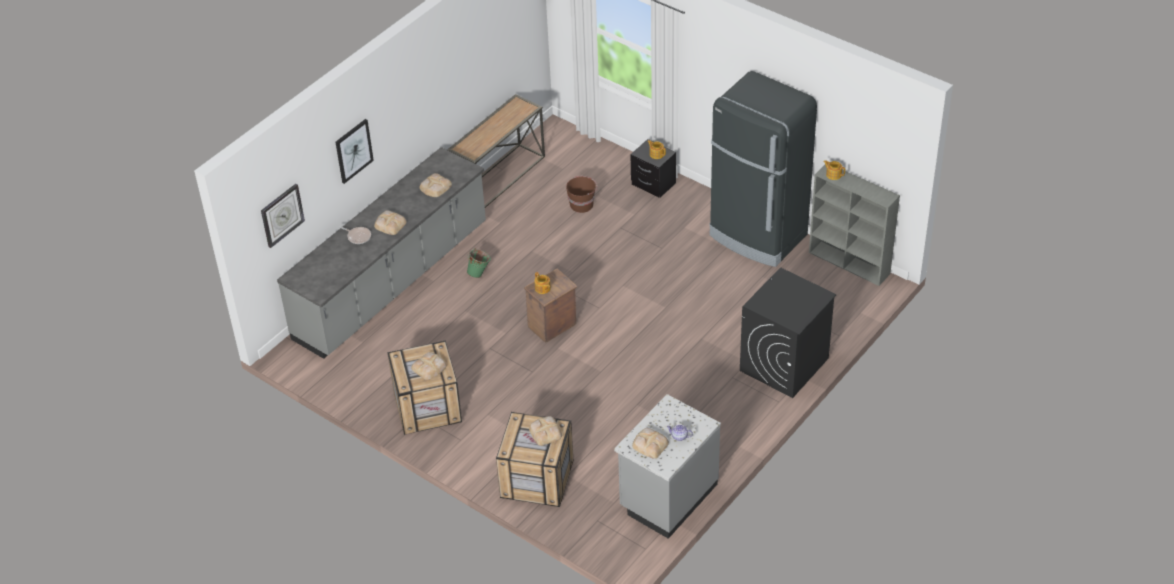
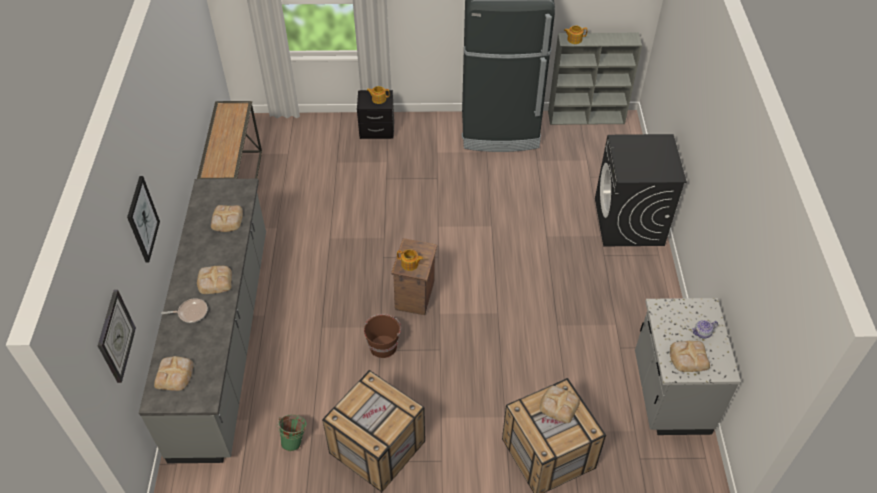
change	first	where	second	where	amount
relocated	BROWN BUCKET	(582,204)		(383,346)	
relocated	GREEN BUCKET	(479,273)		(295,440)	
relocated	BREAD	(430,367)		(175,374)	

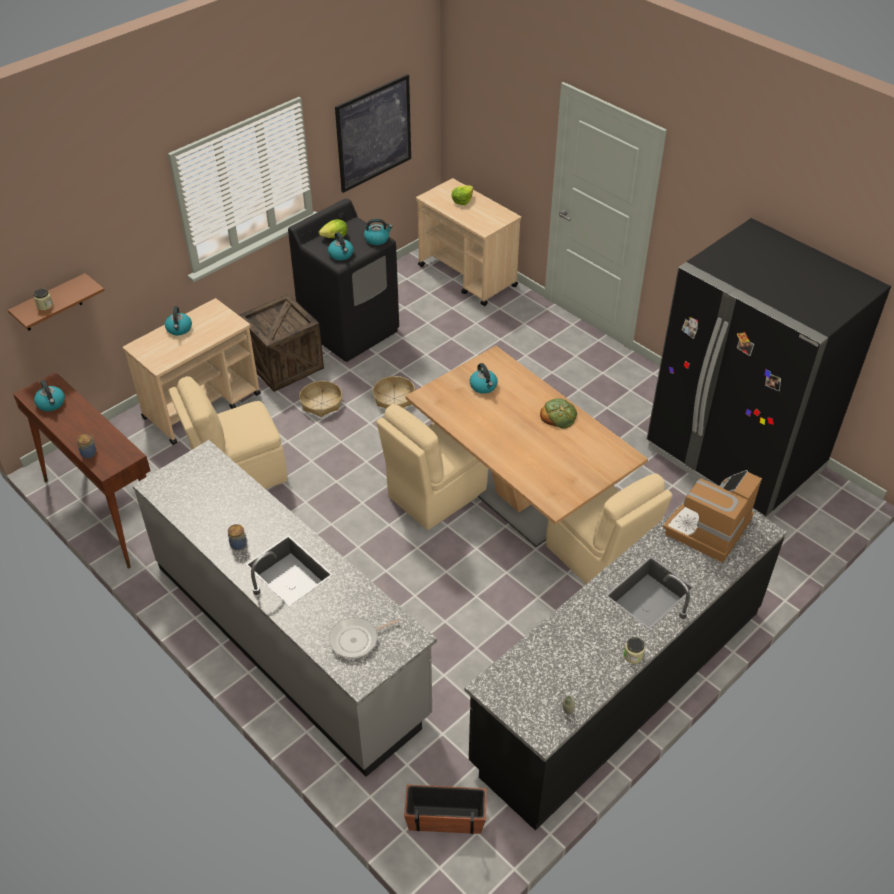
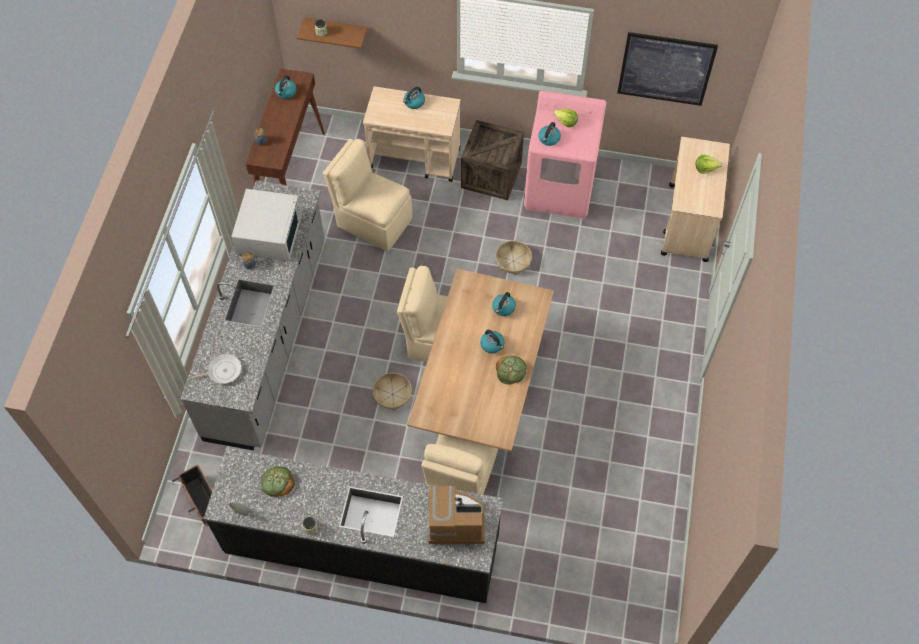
change	first	where	second	where	amount
colour	BLACK WASHING MACHINE	(350,330)	PINK WASHING MACHINE	(560,189)	
relocated	KETTLE	(377,239)		(492,345)	
missing	BLACK FRIDGE	(734,458)			
relocated	BASKET	(321,403)		(392,394)	
spun	FRYING PAN	(357,639)		(222,371)	135 degrees clockwise
appeared			WHITE MICROWAVE	(270,234)	
appeared			BREAD	(277,482)	

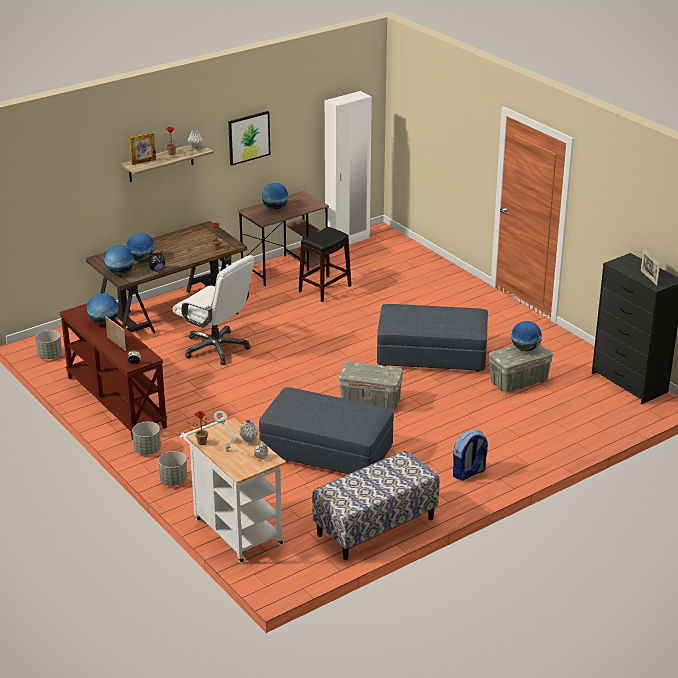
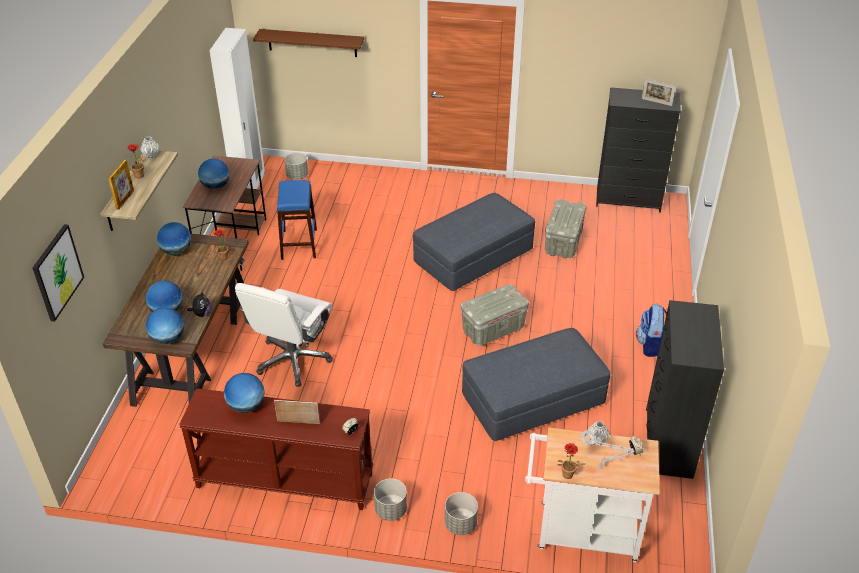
change	first	where	second	where	amount
relocated	PICTURE	(248,137)		(57,272)	
colour	BLACK STOOL	(325,289)	BLUE STOOL	(299,244)	
spun	WHITE OFFICE CHAIR	(216,348)		(293,360)	120 degrees clockwise
relocated	GLOBE	(525,349)		(177,251)	
relocated	GREY PLANTER	(50,356)		(297,176)	
exchanged	BENCH	(375,527)	BLACK DRESSER	(668,443)	
appeared			BROWN SHELF	(312,43)	

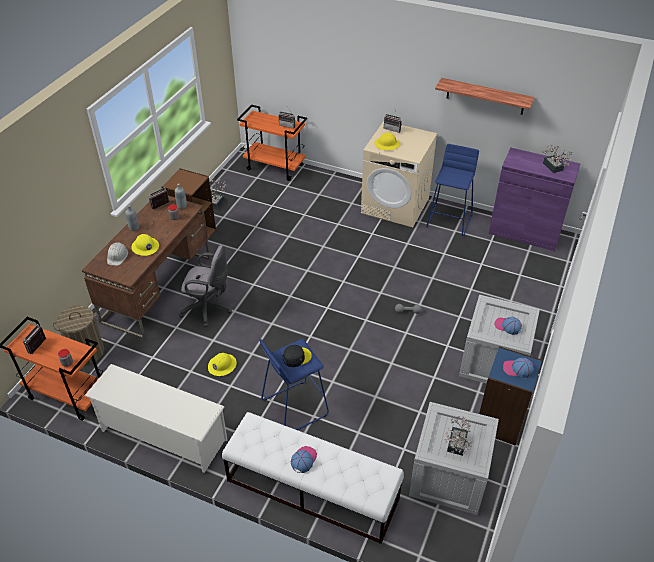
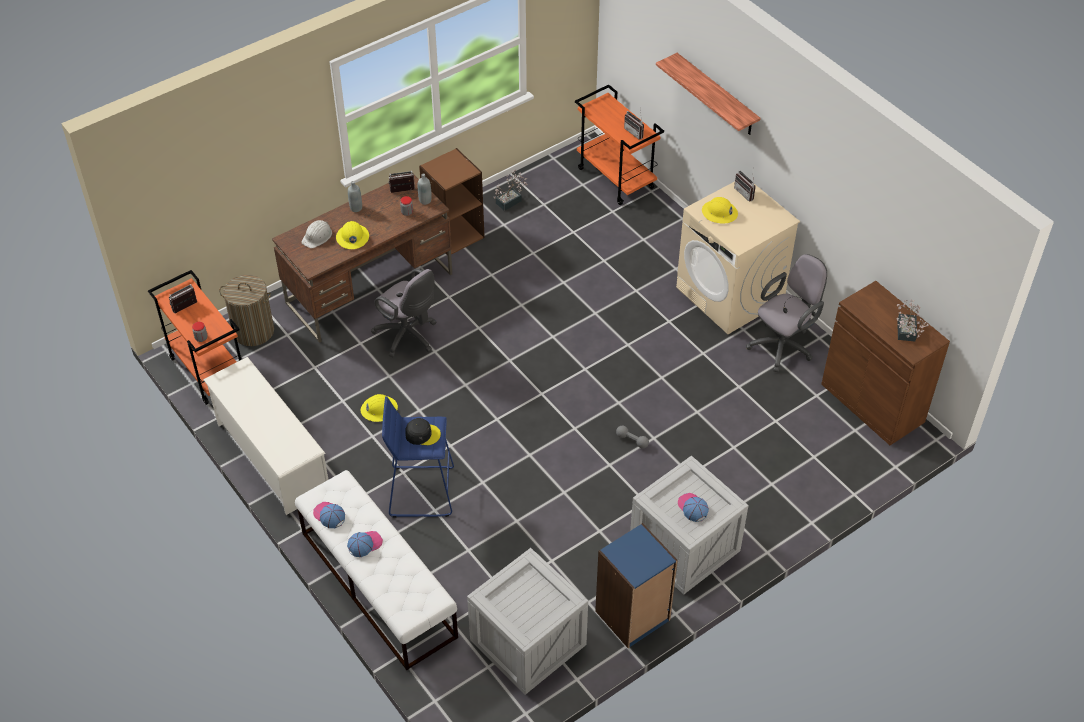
change	first	where	second	where	amount
relocated	SHELF	(485,96)		(716,95)	
exchanged	BLUE STOOL	(449,221)	GREY OFFICE CHAIR	(783,345)	
colour	PURPLE CABINET	(524,232)	BROWN CABINET	(872,403)	
relocated	CAP	(517,369)		(329,515)	
missing	POTTED PLANT	(456,446)			

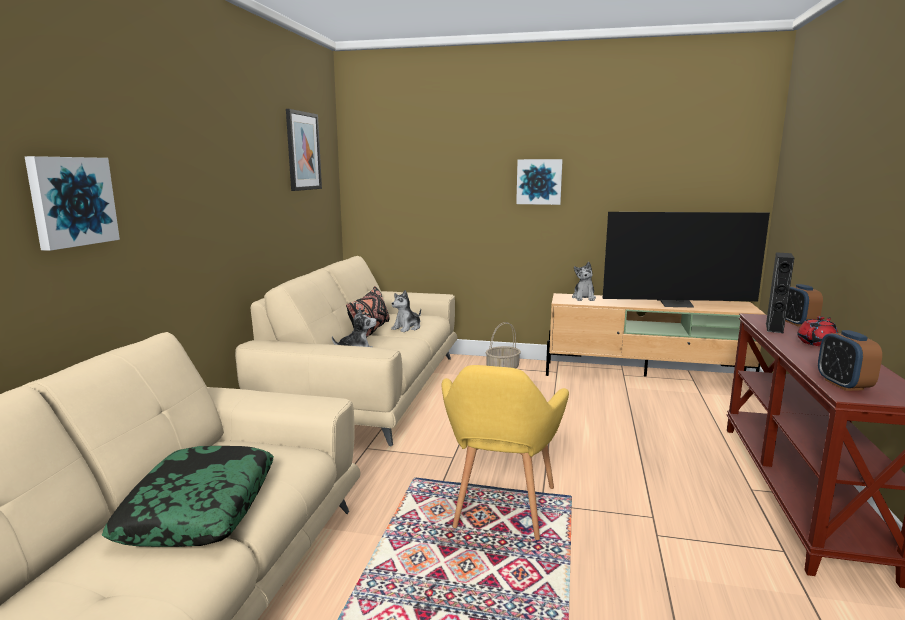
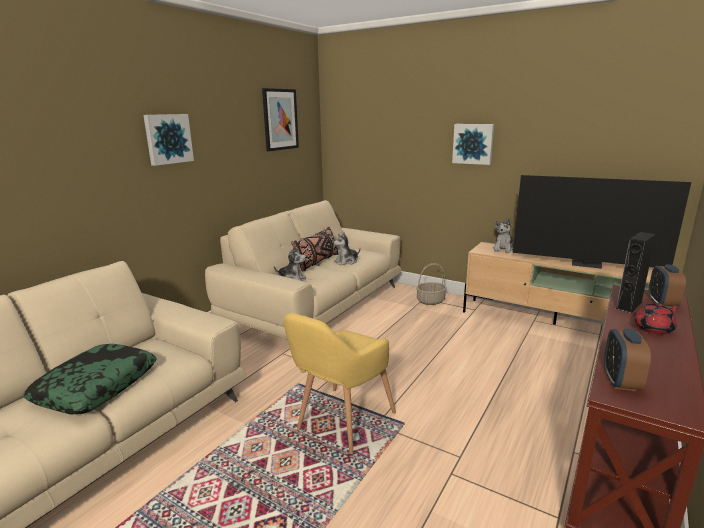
change	first	where	second	where	amount
relocated	PICTURE	(71,201)		(168,139)	

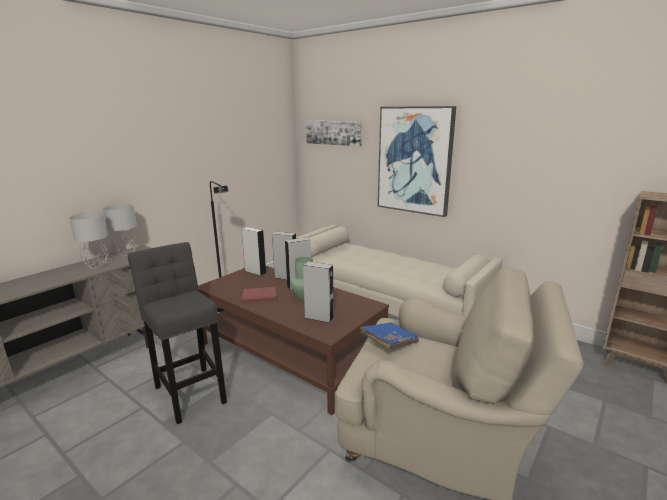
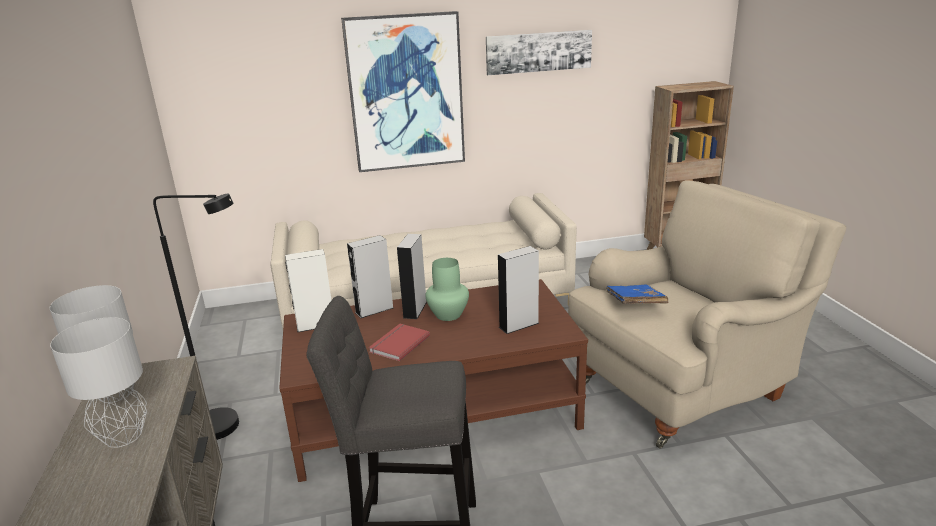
change	first	where	second	where	amount
relocated	PICTURE	(333,132)		(538,52)	

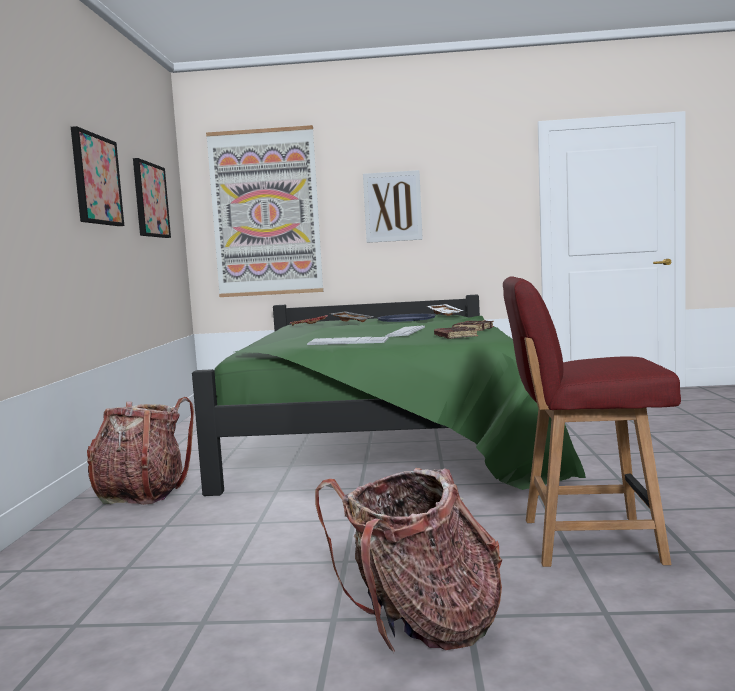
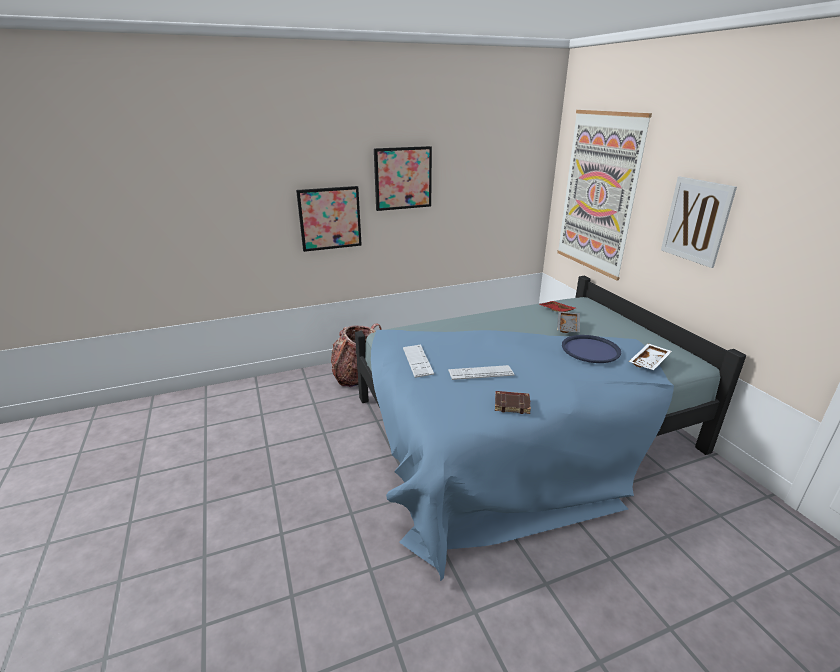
change	first	where	second	where	amount
relocated	PICTURE	(150,200)		(329,218)	
missing	RED CHAIR	(587,540)			
colour	GREEN BED	(386,436)	BLUE BED	(519,431)	
missing	BROWN BOOK	(455,336)			
missing	BACKPACK	(421,628)			

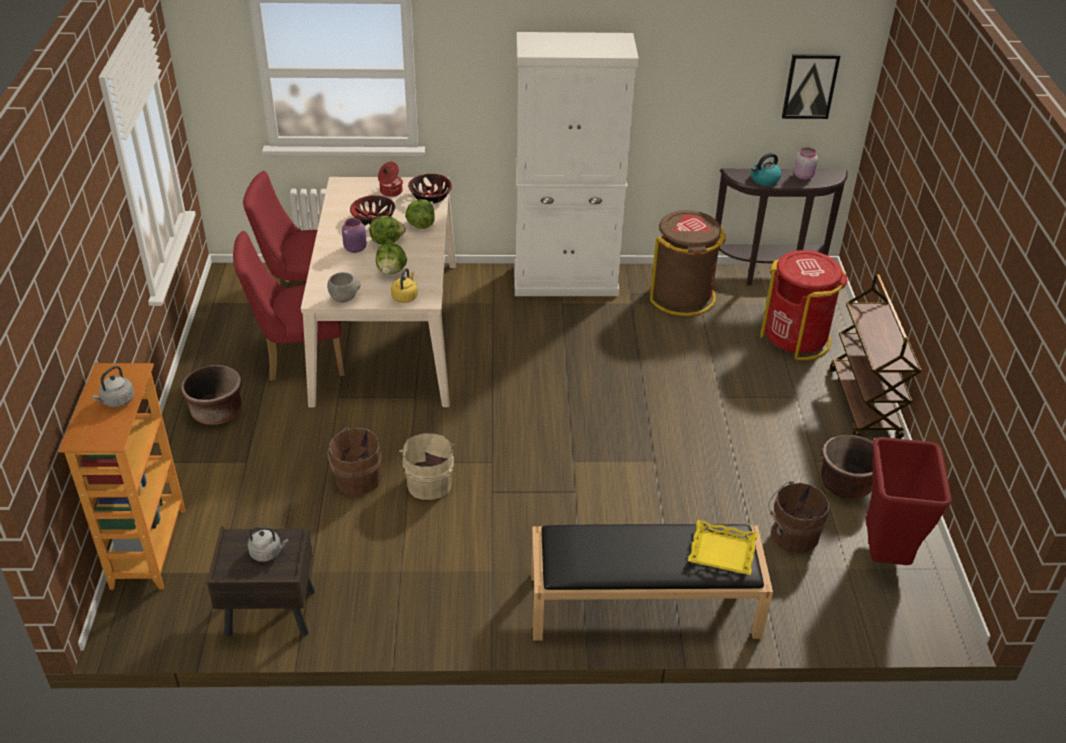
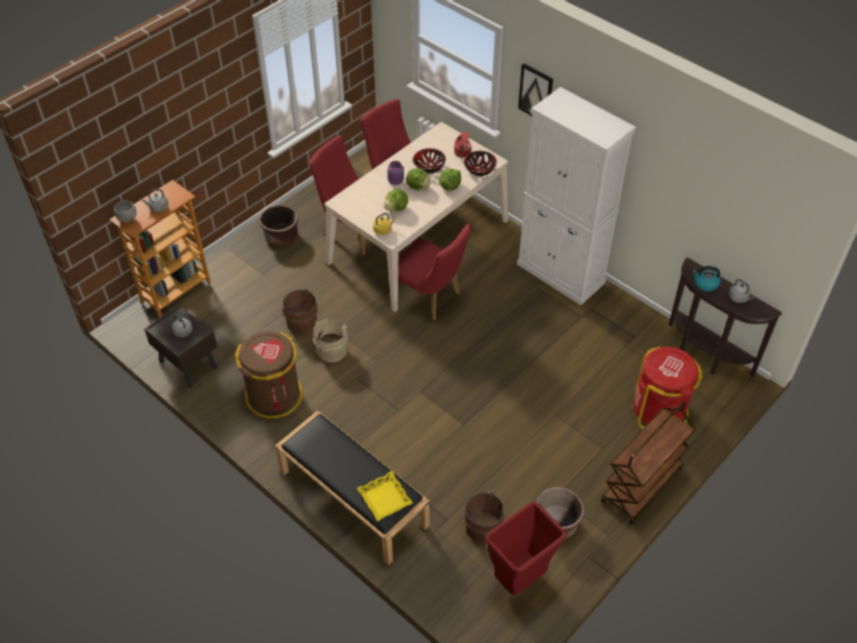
change	first	where	second	where	amount
relocated	PICTURE	(810,85)		(536,93)	
exchanged	PINK JAR	(803,176)	GREY KETTLE	(739,298)	
relocated	BROWN TRASH CAN	(682,296)		(274,395)	
relocated	GREY BOWL	(344,299)		(128,219)	
appeared			RED CHAIR	(430,298)	

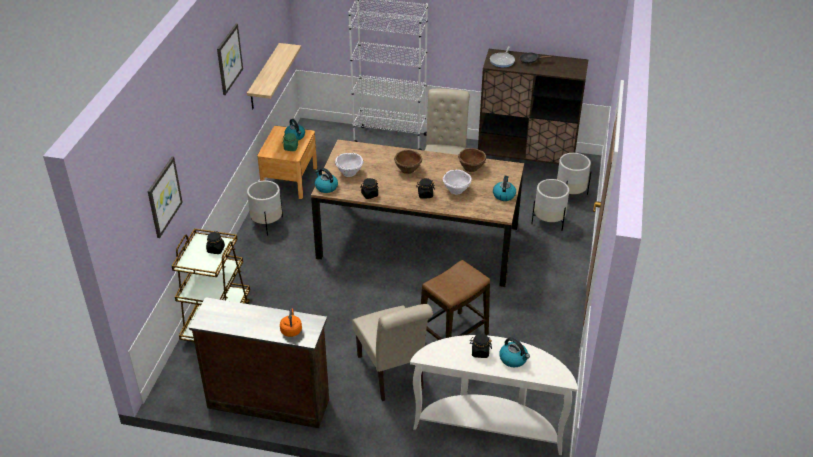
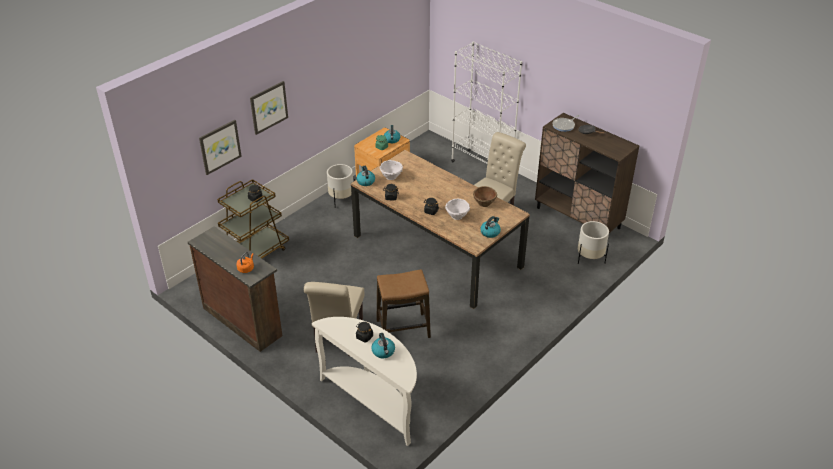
change	first	where	second	where	amount
relocated	PICTURE	(228,59)		(268,107)	
missing	SHELF	(264,77)			
missing	BROWN BOWL	(408,170)			
missing	WHITE PLANTER	(548,222)			

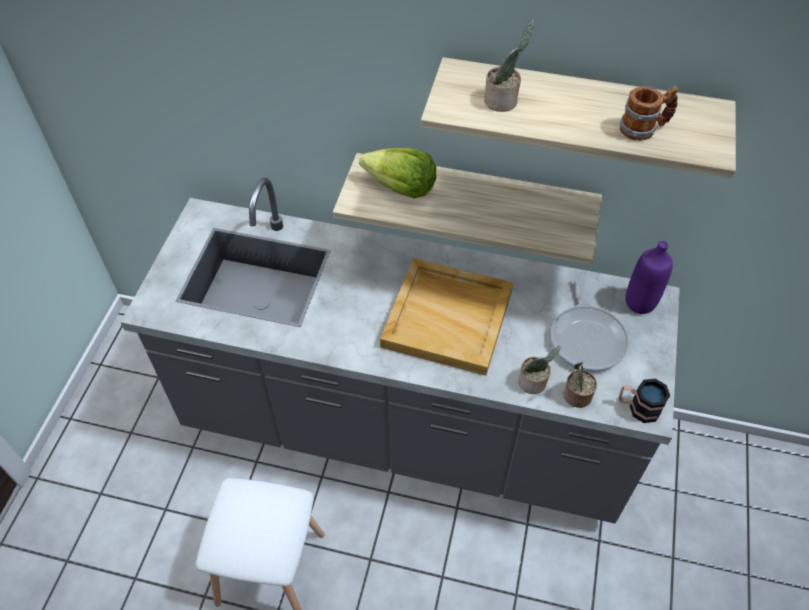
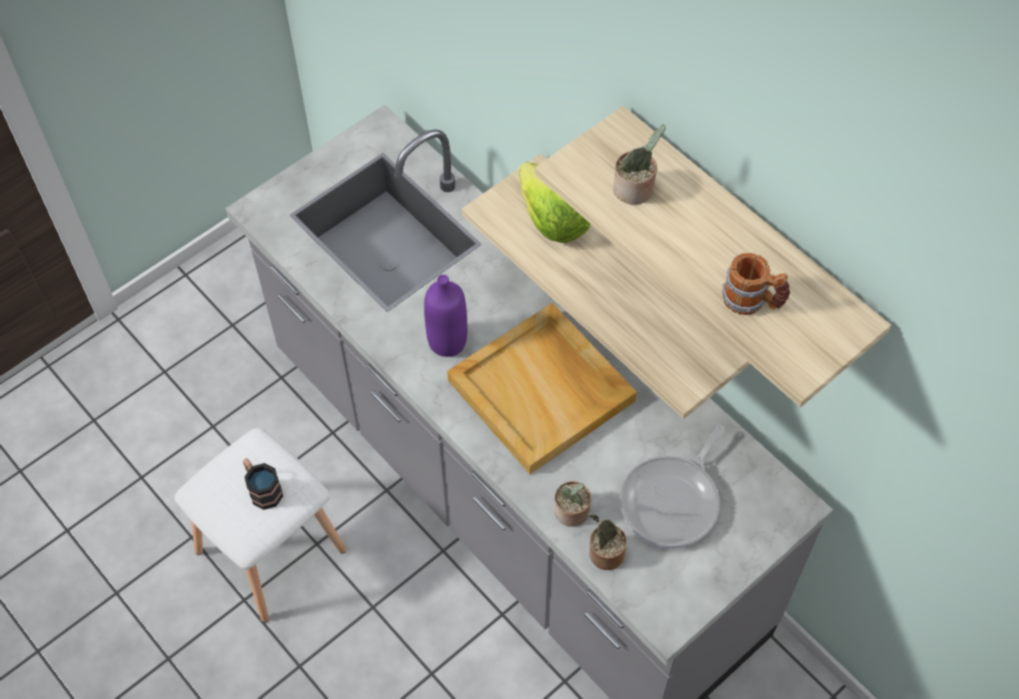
change	first	where	second	where	amount
relocated	PURPLE BOTTLE	(640,302)		(447,342)	
relocated	MUG	(638,408)		(262,489)	

